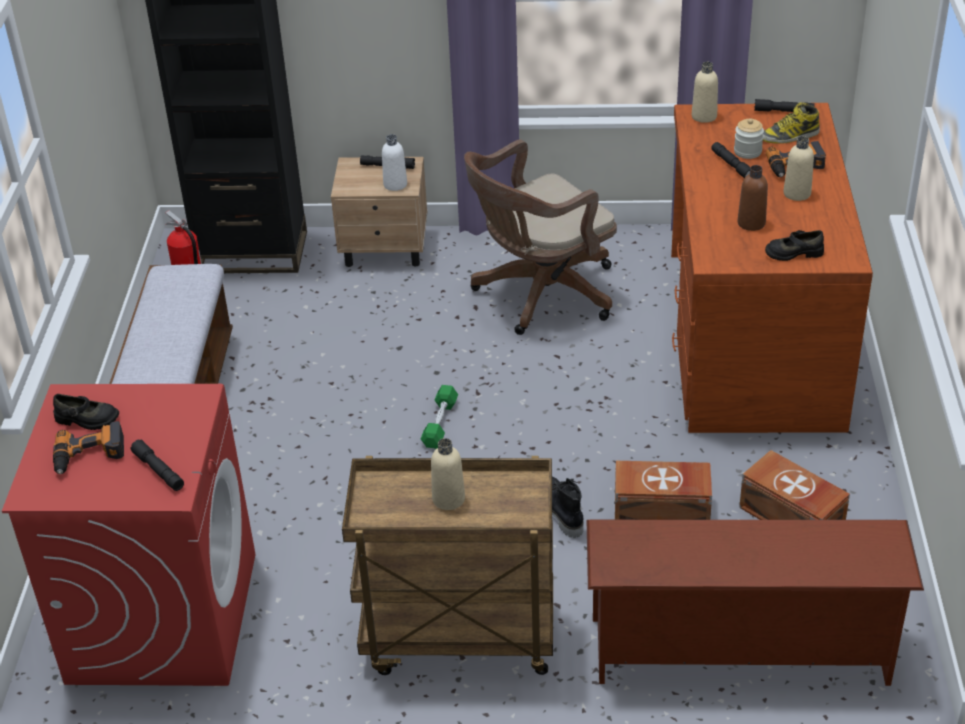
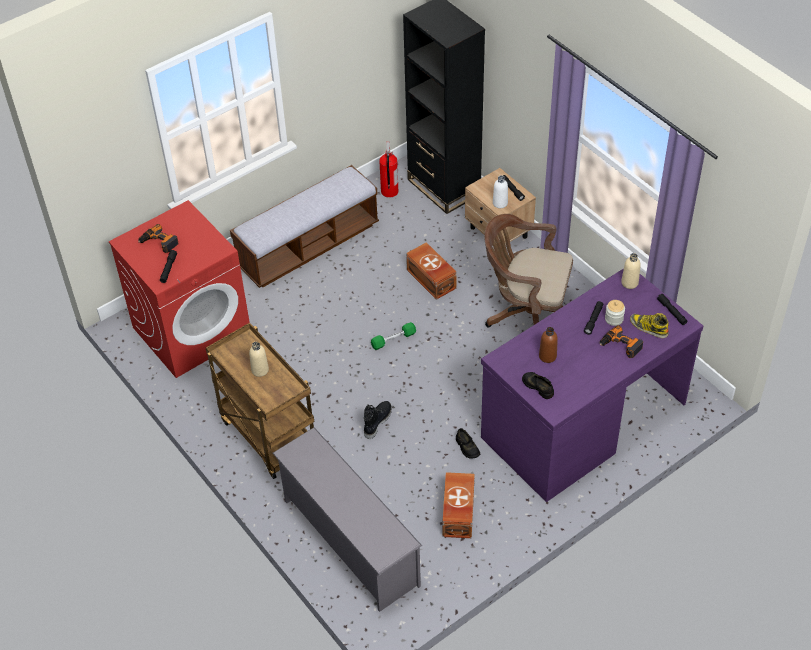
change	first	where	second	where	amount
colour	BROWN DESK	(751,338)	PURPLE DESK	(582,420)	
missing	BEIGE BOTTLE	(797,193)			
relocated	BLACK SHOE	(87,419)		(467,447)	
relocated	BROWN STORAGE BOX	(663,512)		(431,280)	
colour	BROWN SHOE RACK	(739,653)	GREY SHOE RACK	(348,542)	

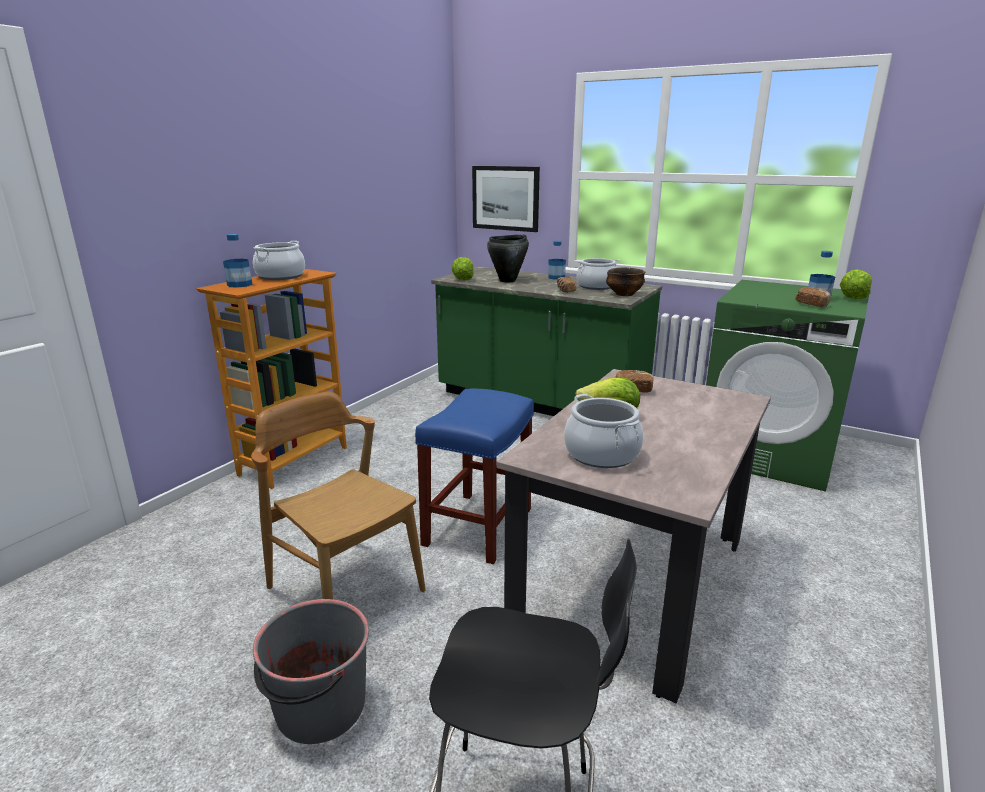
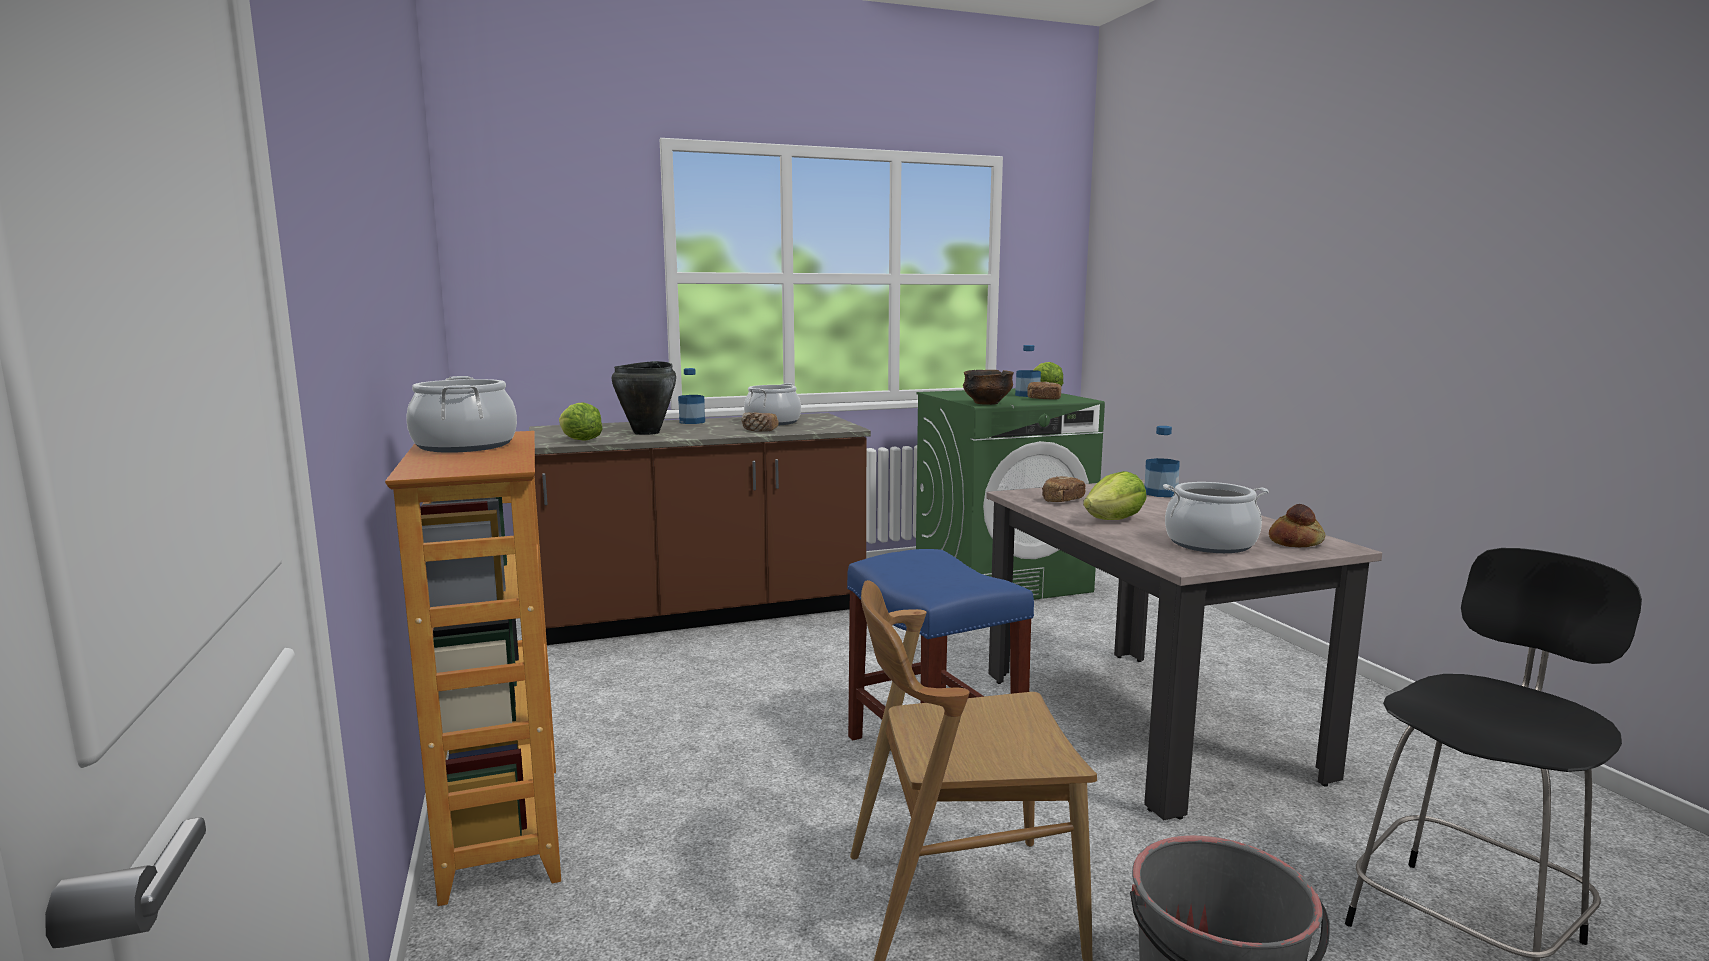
change	first	where	second	where	amount
missing	PICTURE	(505,198)			
relocated	BOTTLE	(239,285)		(1161,493)	
colour	GREEN COUNTER	(540,402)	BROWN COUNTER	(704,612)	
relocated	BOWL	(624,294)		(987,403)	
appeared			BREAD	(1296,542)	

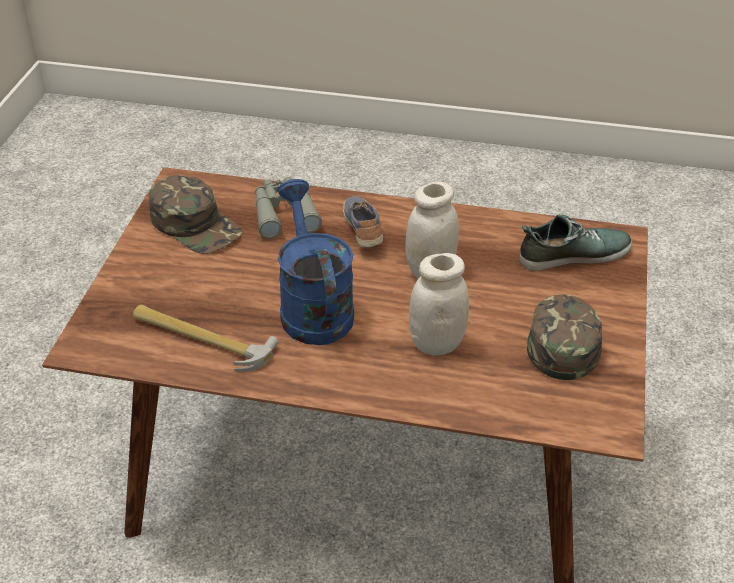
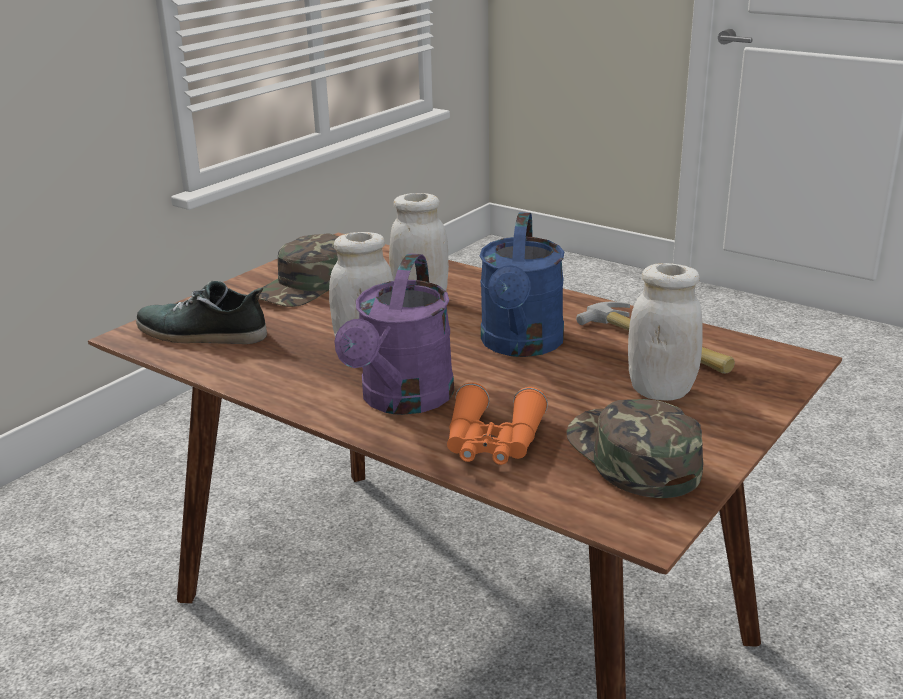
change	first	where	second	where	amount
colour	GREY BINOCULARS	(284,213)	ORANGE BINOCULARS	(493,442)	
exchanged	SHOE	(364,230)	PURPLE WATERING CAN	(402,400)	
appeared			WHITE JAR	(661,391)	

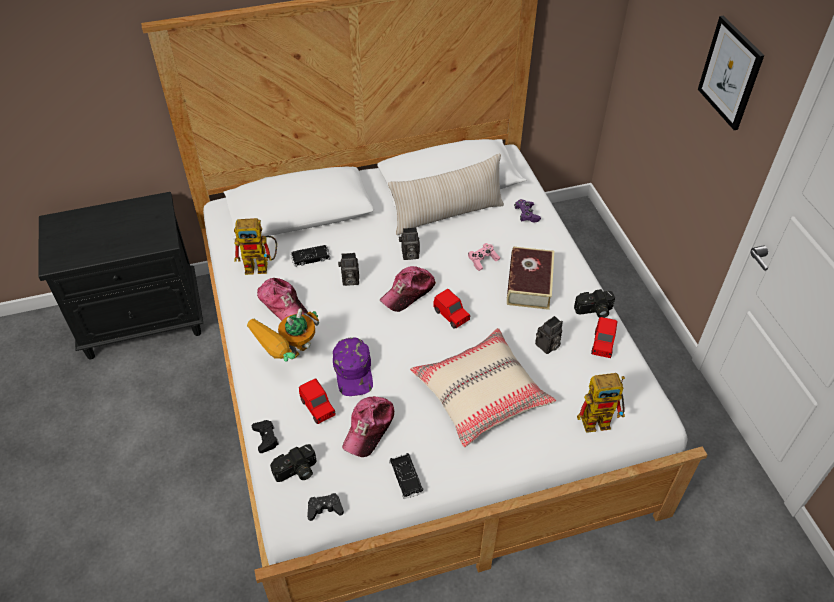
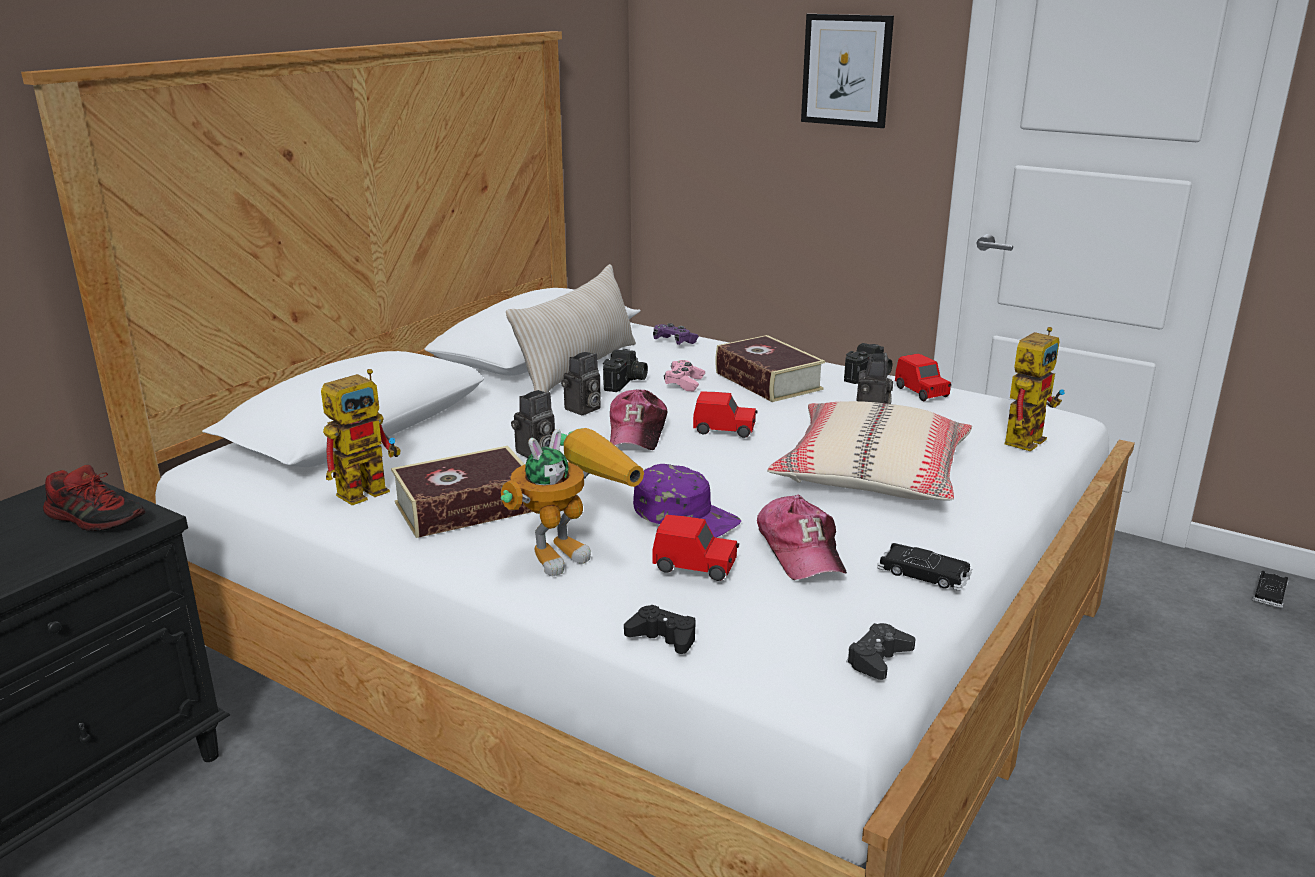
change	first	where	second	where	amount
relocated	BLACK TOY CAR	(311,258)		(1269,593)	
exchanged	CAP	(282,304)	BOOK	(465,507)	
spun	TOY ROBOT	(291,361)		(572,549)	135 degrees counterclockwise
relocated	PHOTO CAMERA	(296,472)		(626,382)	
appeared			SHOE	(97,518)	

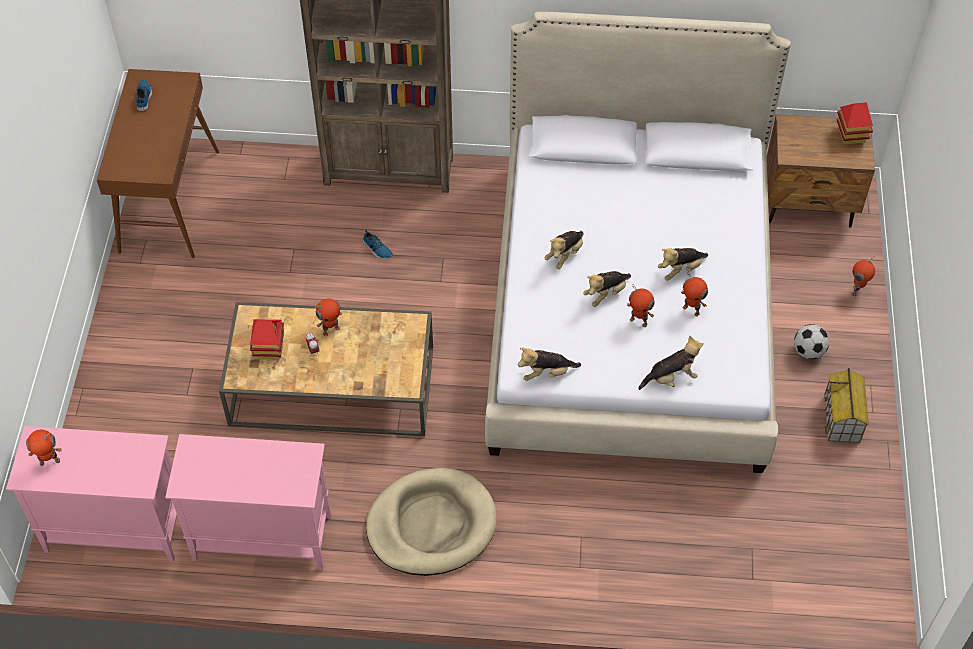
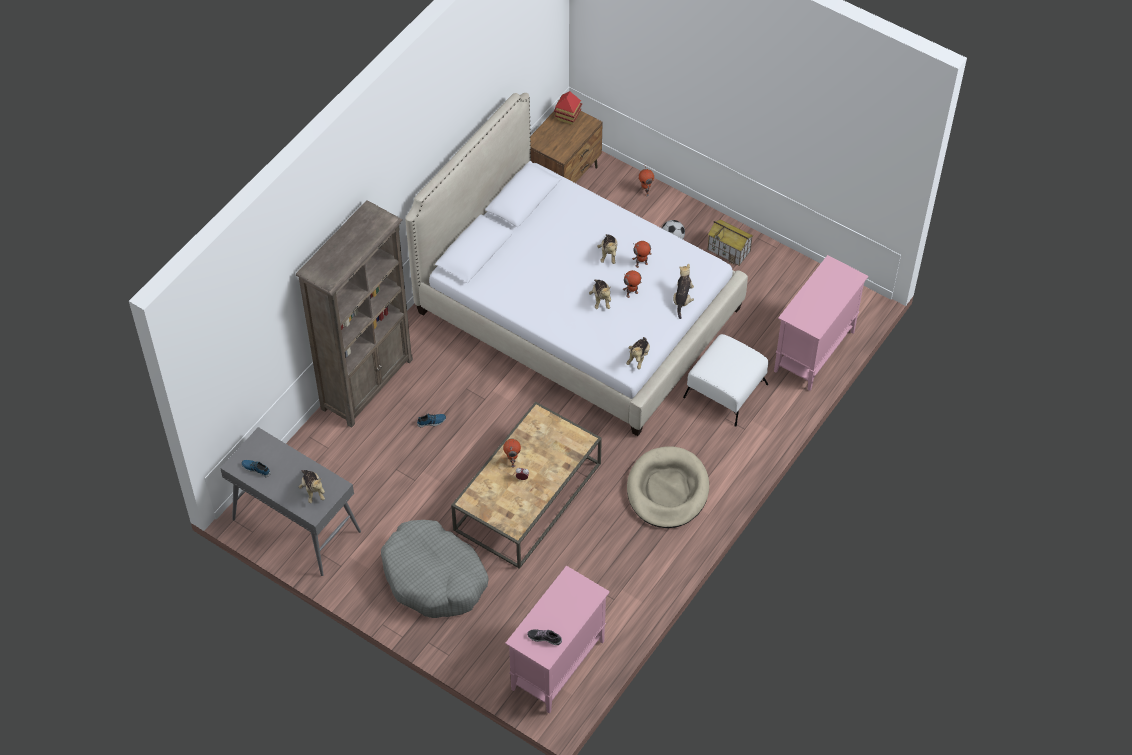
change	first	where	second	where	amount
colour	BROWN CONSOLE TABLE	(169,201)	GREY CONSOLE TABLE	(295,525)	
relocated	PLUSH TOY	(565,255)		(312,490)	
missing	TOY HOUSE	(269,349)			
exchanged	TOY ROBOT	(49,462)	SHOE	(544,638)	
relocated	PINK CABINET	(261,537)		(814,352)	
appeared			WHITE OTTOMAN	(726,390)	
appeared			GREY DOG BED	(434,577)	

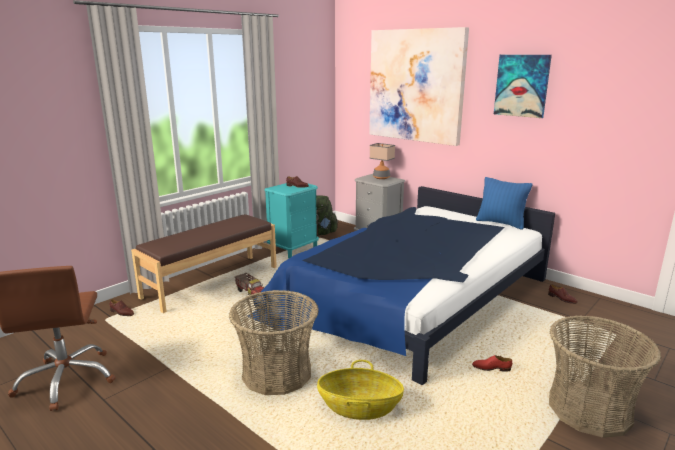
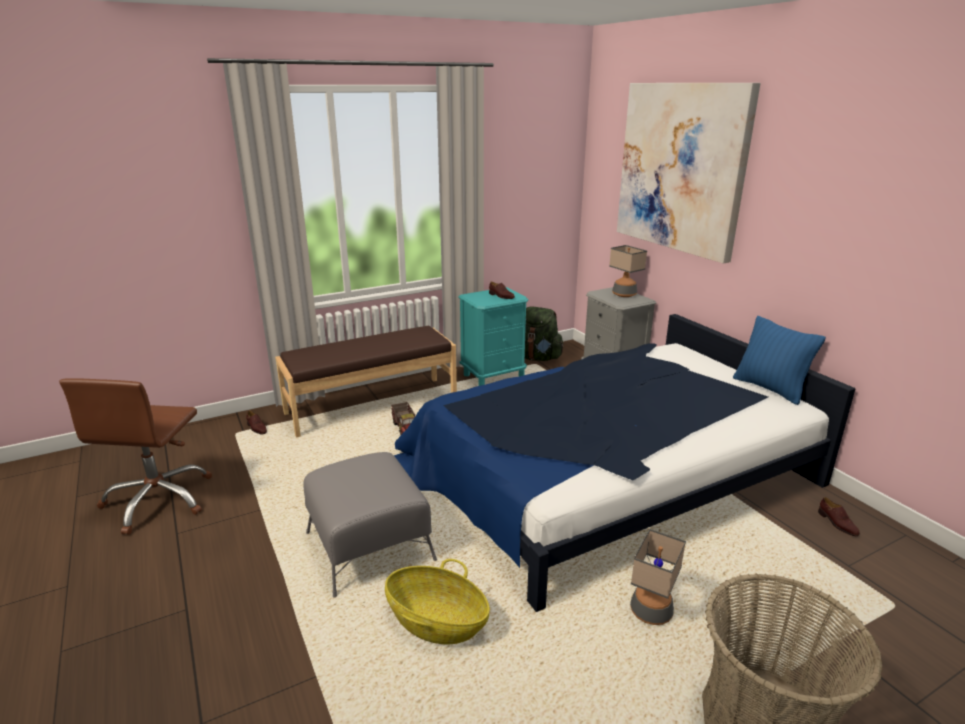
change	first	where	second	where	amount
missing	PICTURE	(522,85)			
exchanged	BASKET	(277,374)	GREY OTTOMAN	(369,547)	
exchanged	RED SHOE	(491,368)	TABLE LAMP	(650,612)	

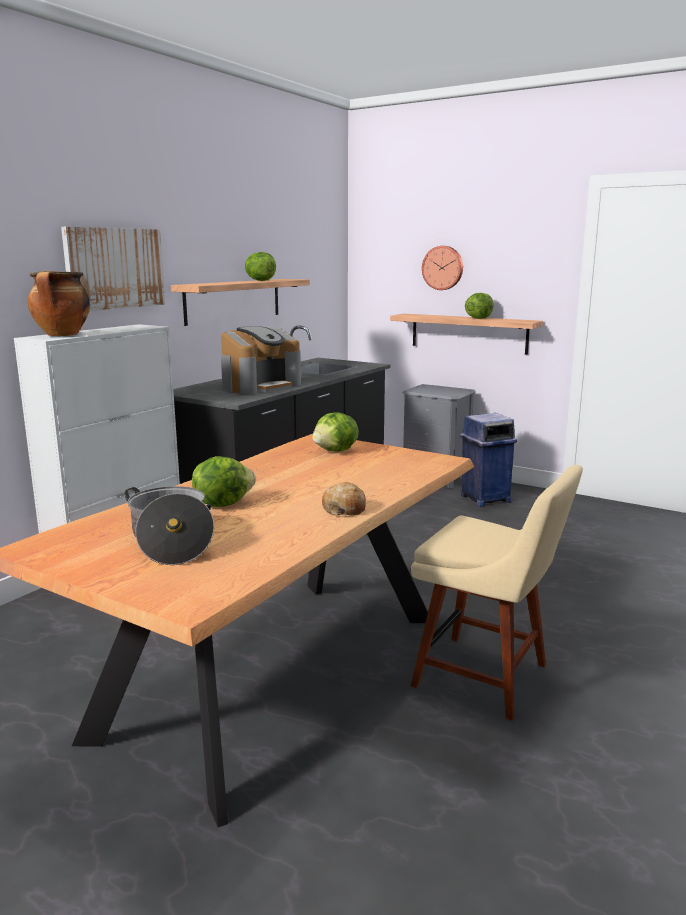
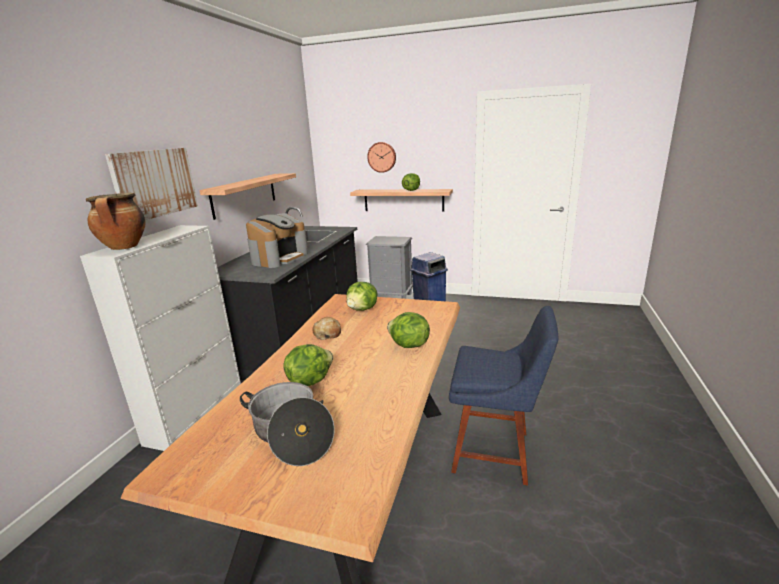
change	first	where	second	where	amount
relocated	LETTUCE	(259,280)		(408,345)	
colour	BEIGE CHAIR	(487,677)	BLUE CHAIR	(496,452)	
relocated	BREAD	(344,509)		(327,333)	

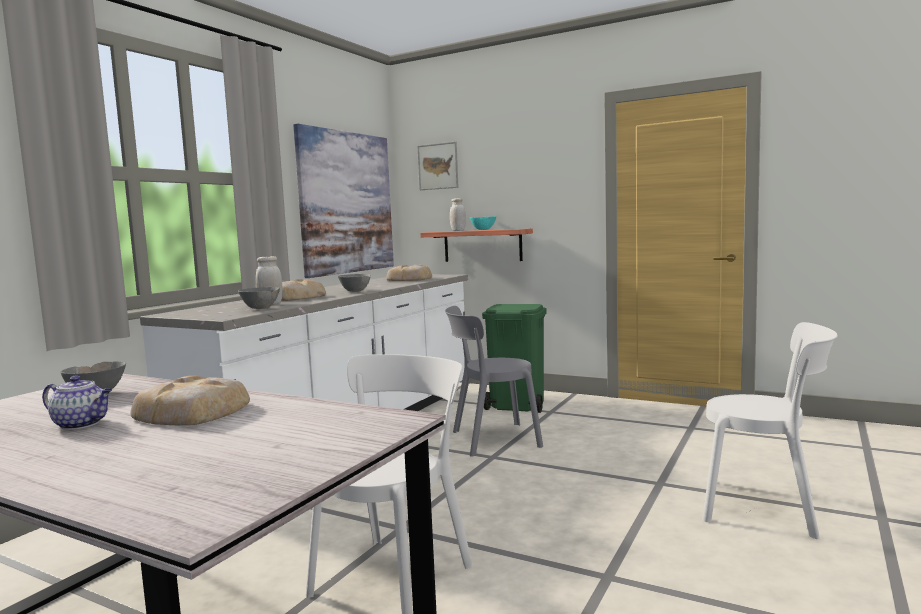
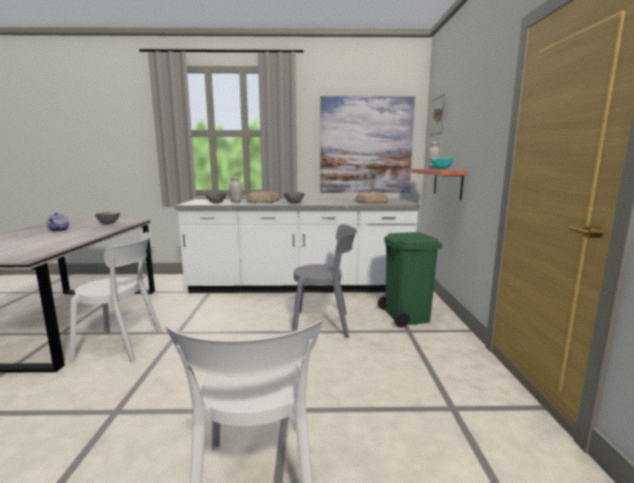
change	first	where	second	where	amount
spun	GREY CHAIR	(491,439)		(325,324)	135 degrees clockwise
missing	BREAD	(193,412)			

